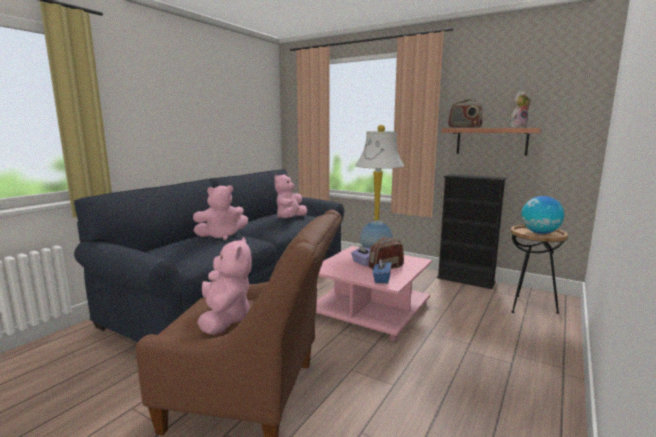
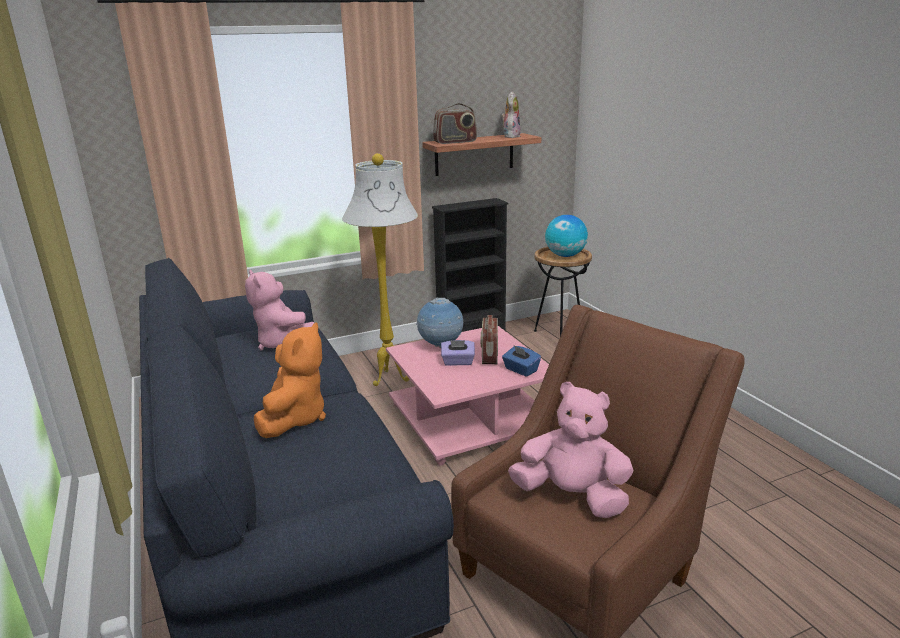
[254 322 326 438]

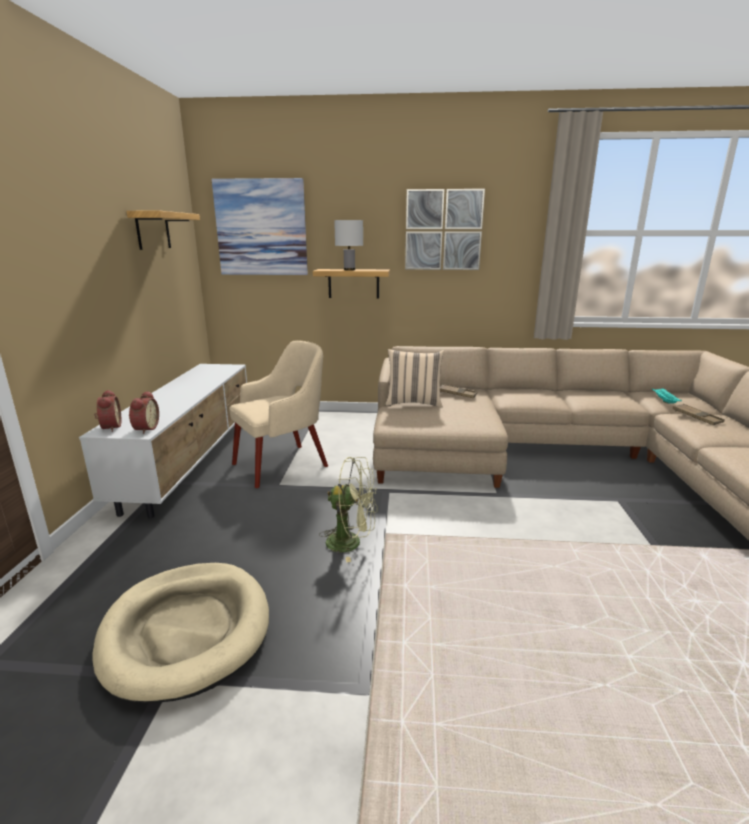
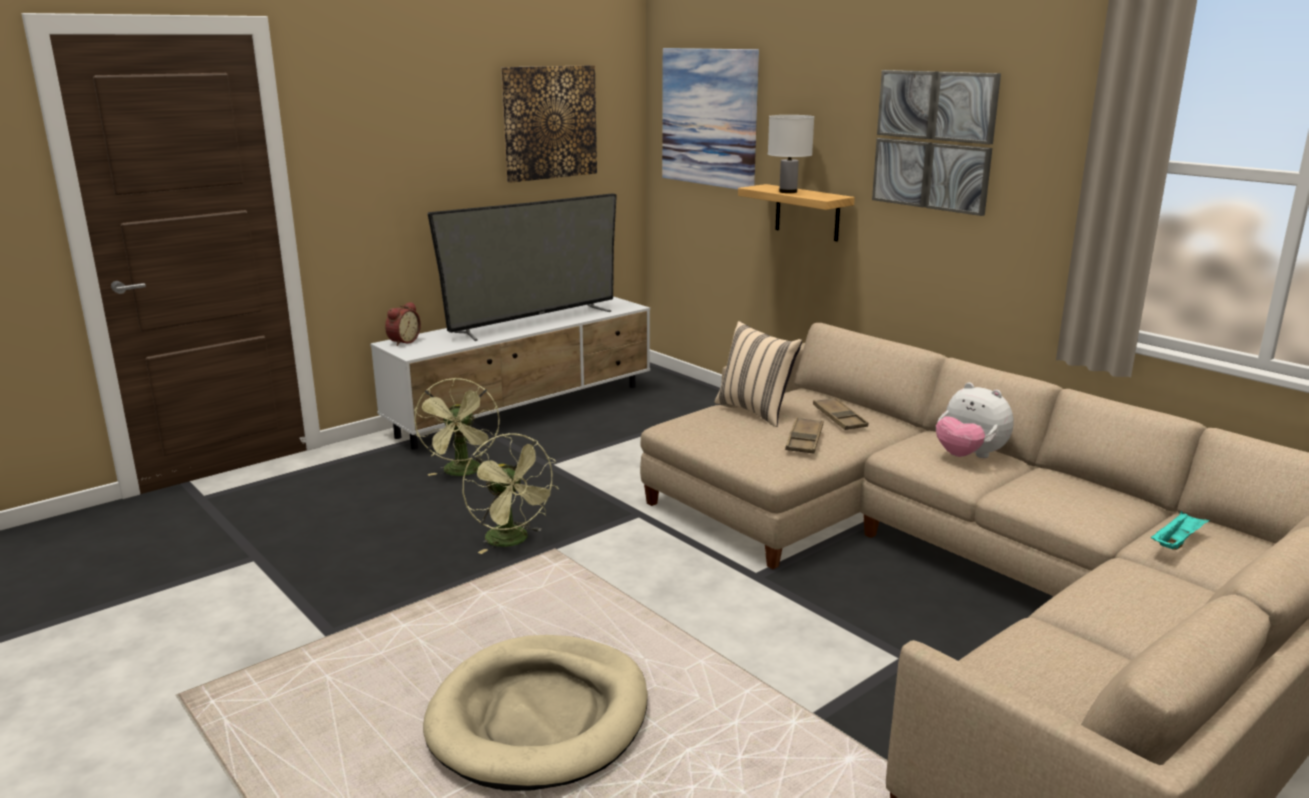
[414 378 500 476]
[423 635 648 791]
[427 193 617 341]
[501 65 597 183]
[785 417 823 454]
[936 382 1014 458]
[129 391 159 434] (first image)
[229 340 328 488] (first image)

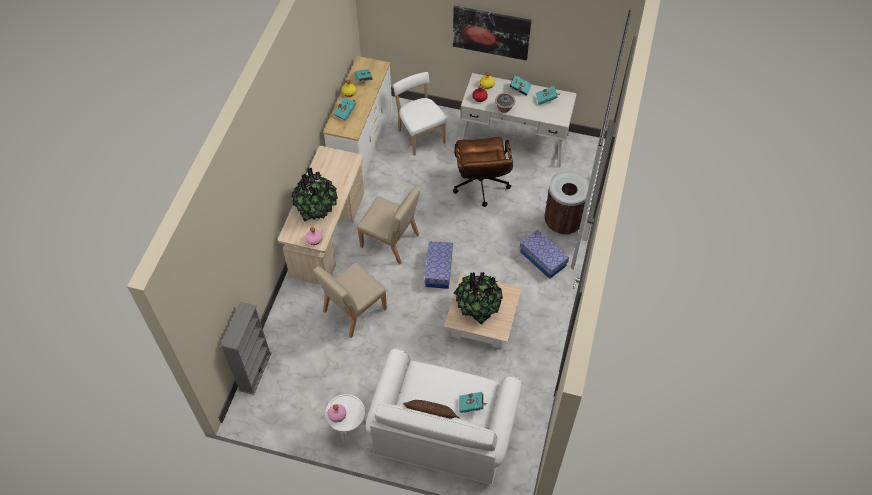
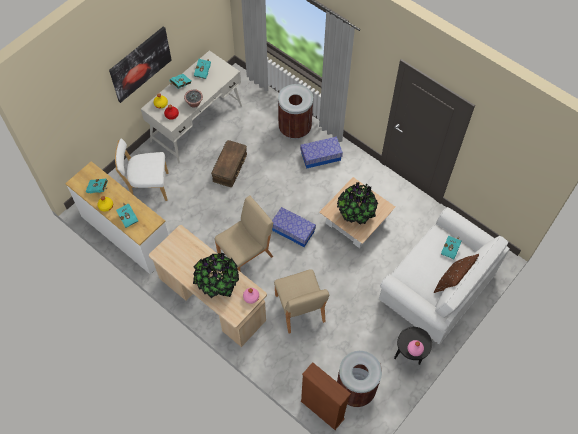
[211 140 247 187]
[301 362 351 430]
[337 351 382 407]
[394 327 432 365]

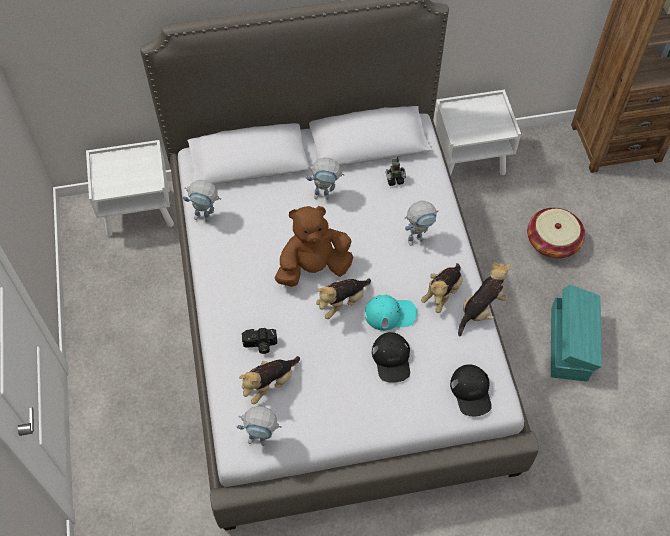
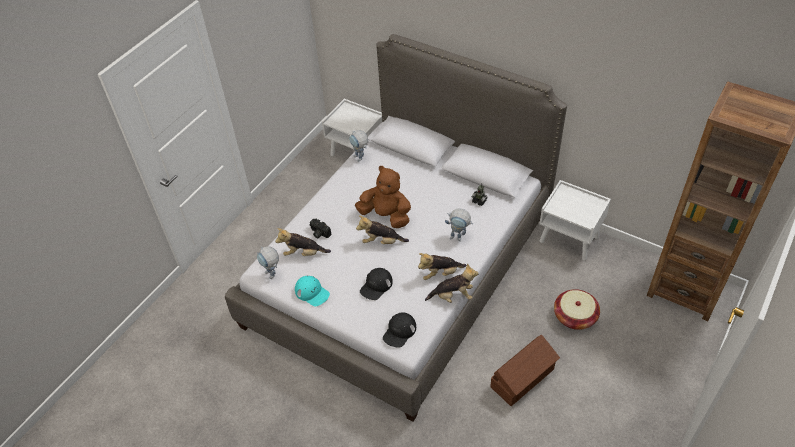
[295 276 330 306]
[490 335 560 406]
[306 158 344 200] (first image)

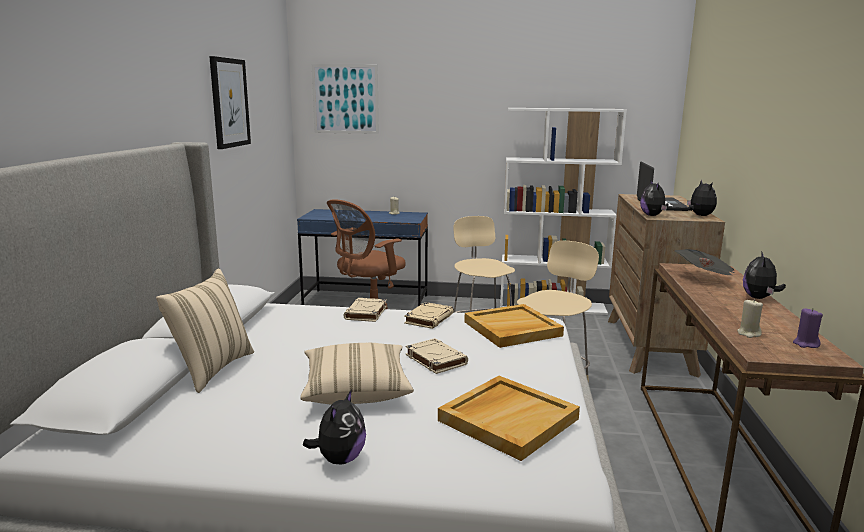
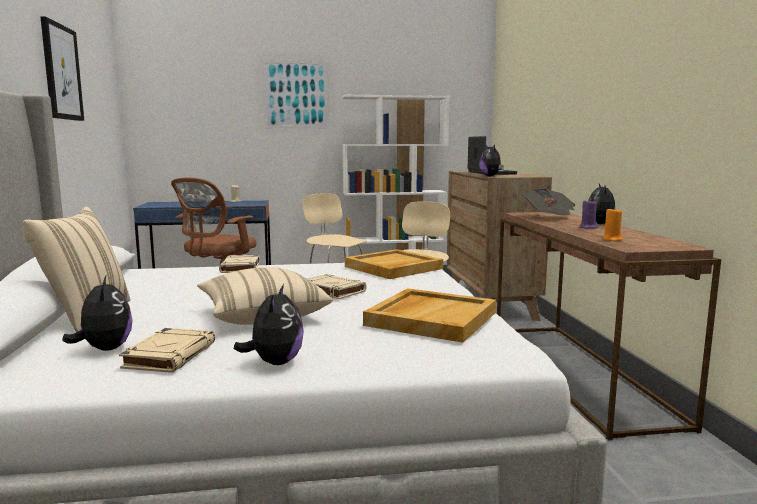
[63 276 133 351]
[119 328 215 373]
[262 60 330 128]
[580 199 598 229]
[602 209 623 241]

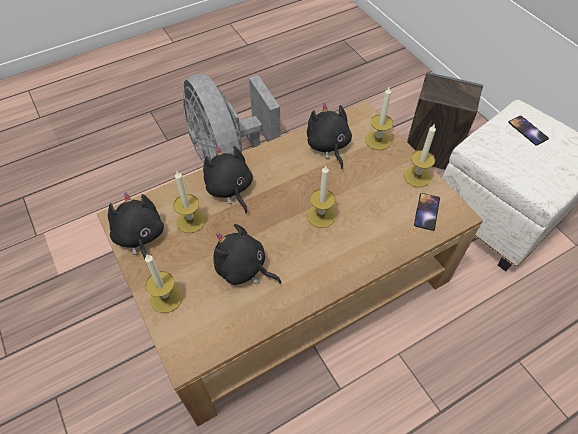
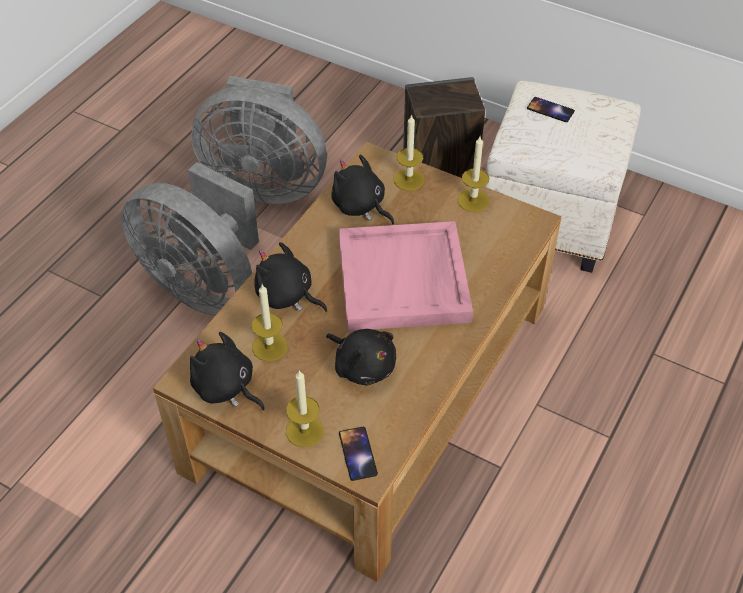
[191 76 327 205]
[326 329 396 385]
[339 221 473 331]
[339 427 378 481]

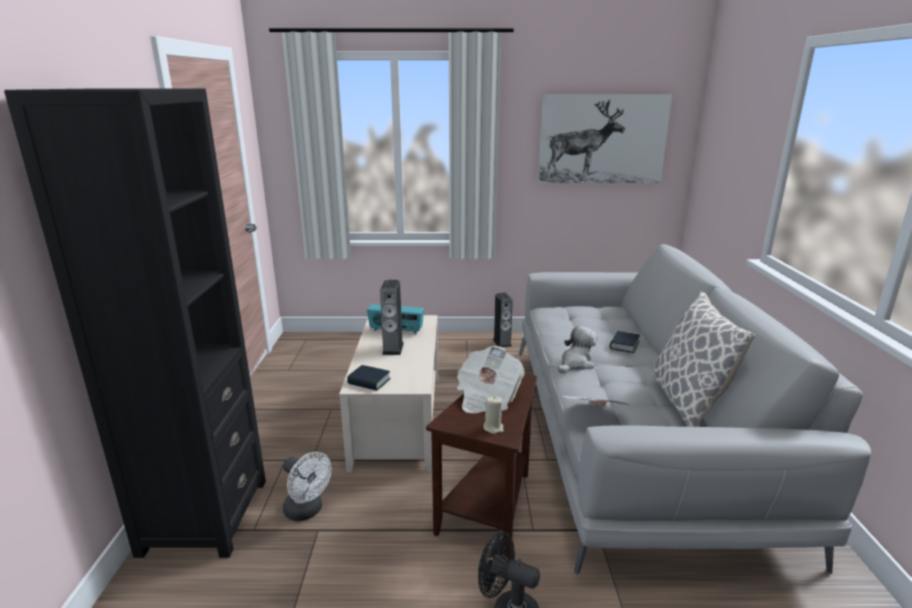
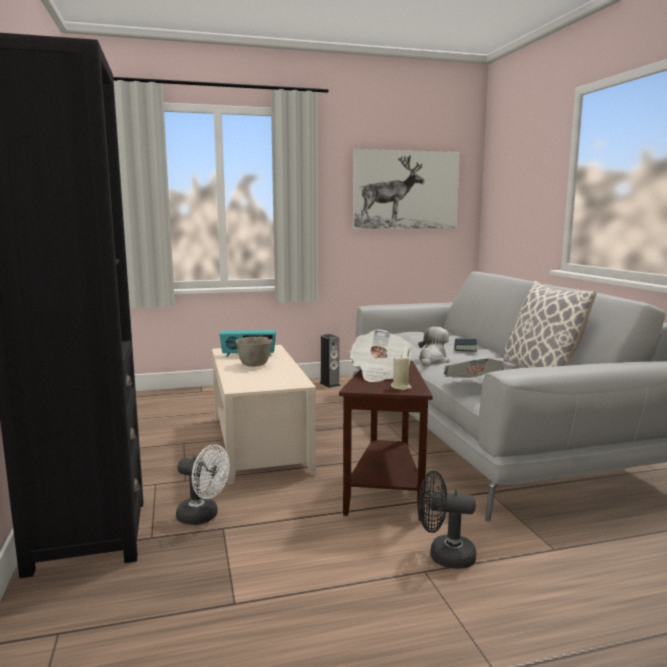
[236 337 272 367]
[347 365 391 391] (first image)

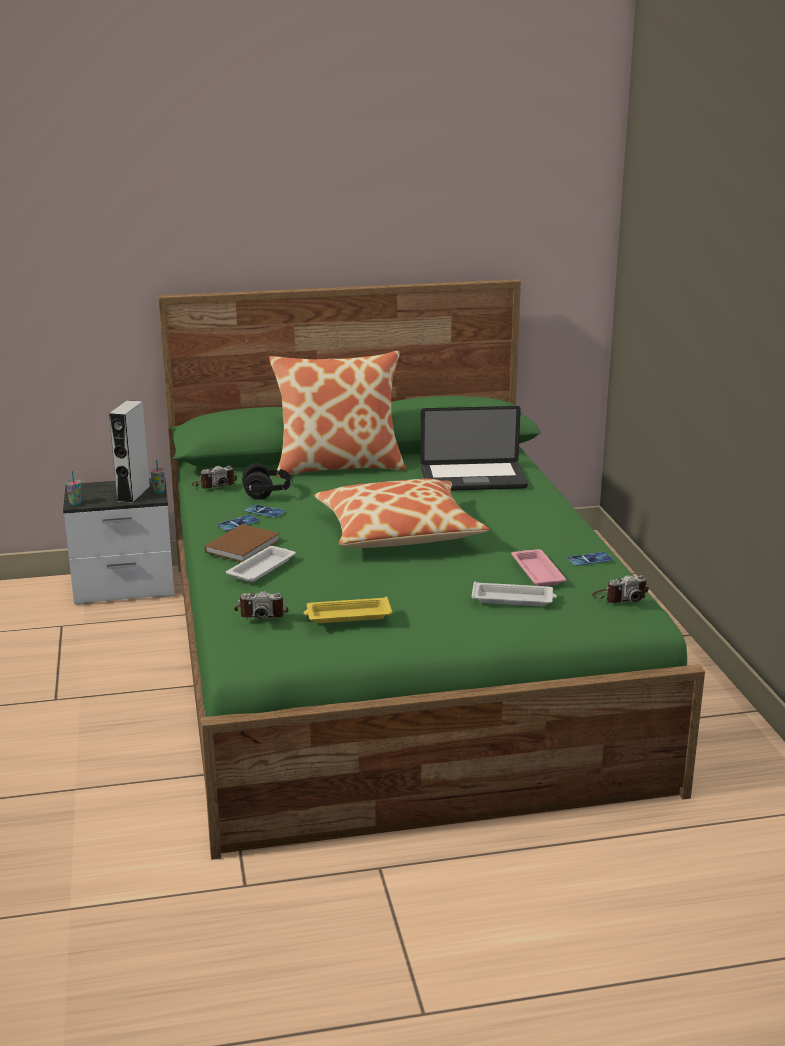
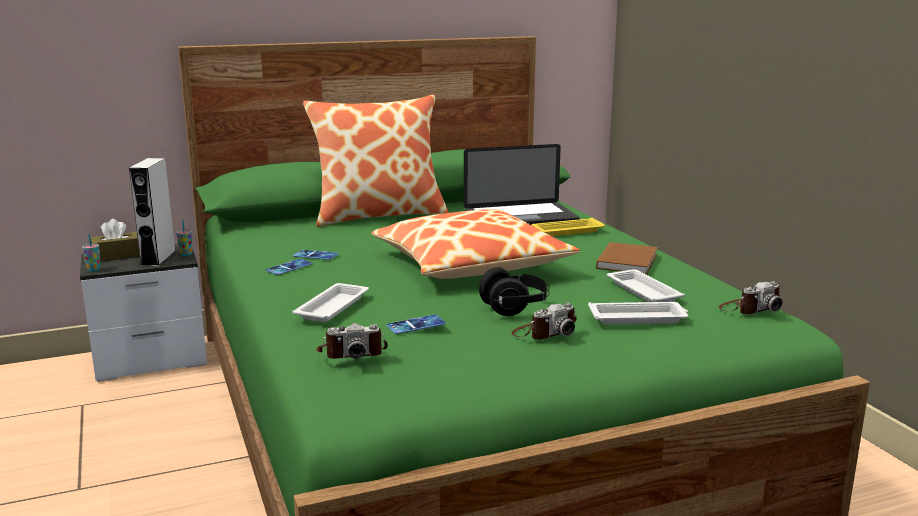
[91 219 140 261]
[387 314 446 334]
[479 267 550 316]
[511 303 577 340]
[532 217 605 236]
[596 242 658 275]
[607 269 685 302]

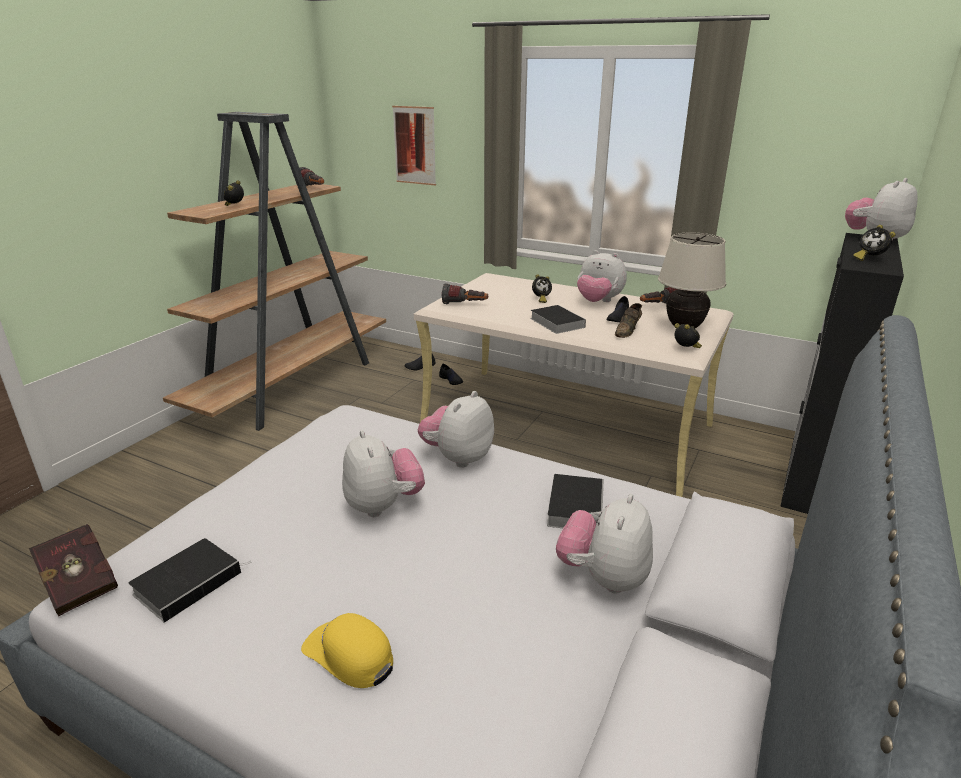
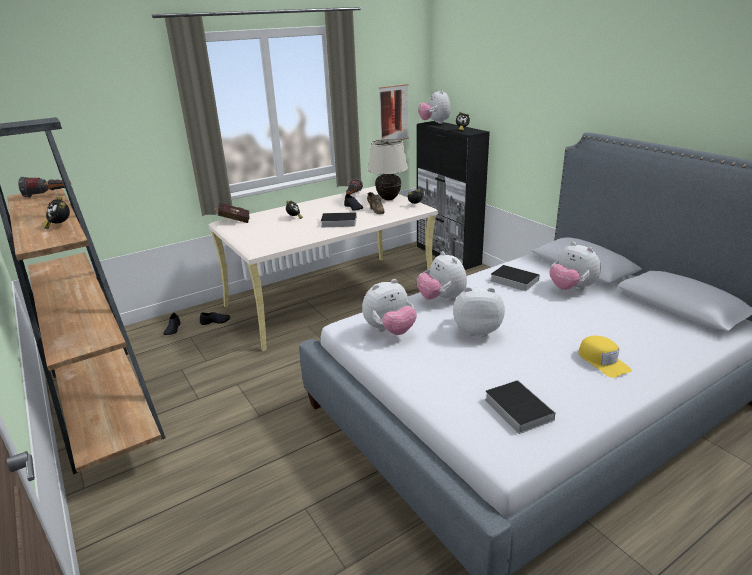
[212 203 250 223]
[362 279 417 335]
[378 84 409 140]
[578 336 632 378]
[442 283 488 304] (first image)

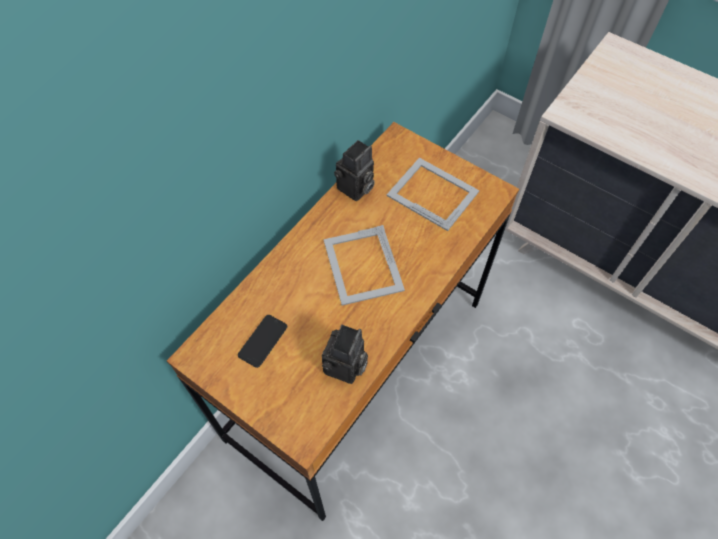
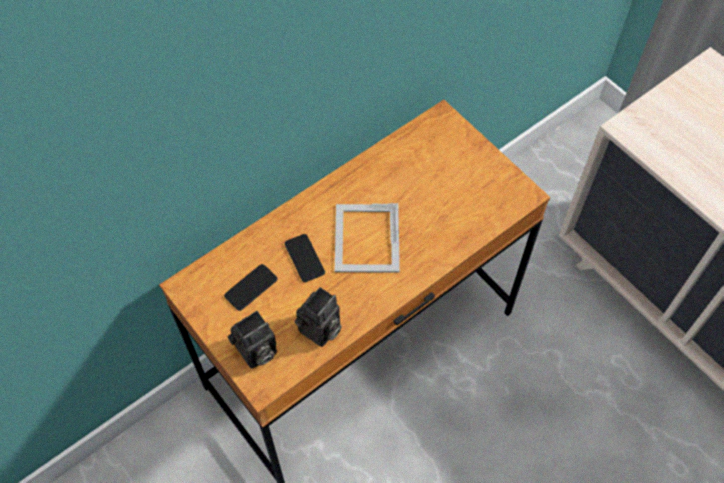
[227 311 277 369]
[285 234 325 282]
[387 158 479 231] (first image)

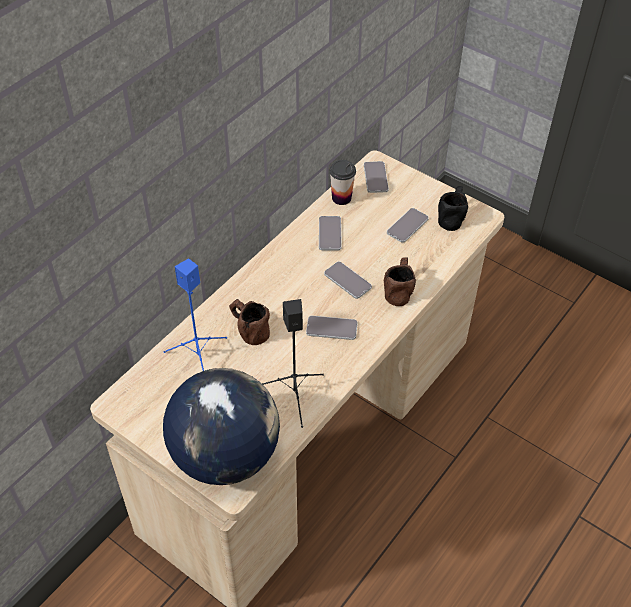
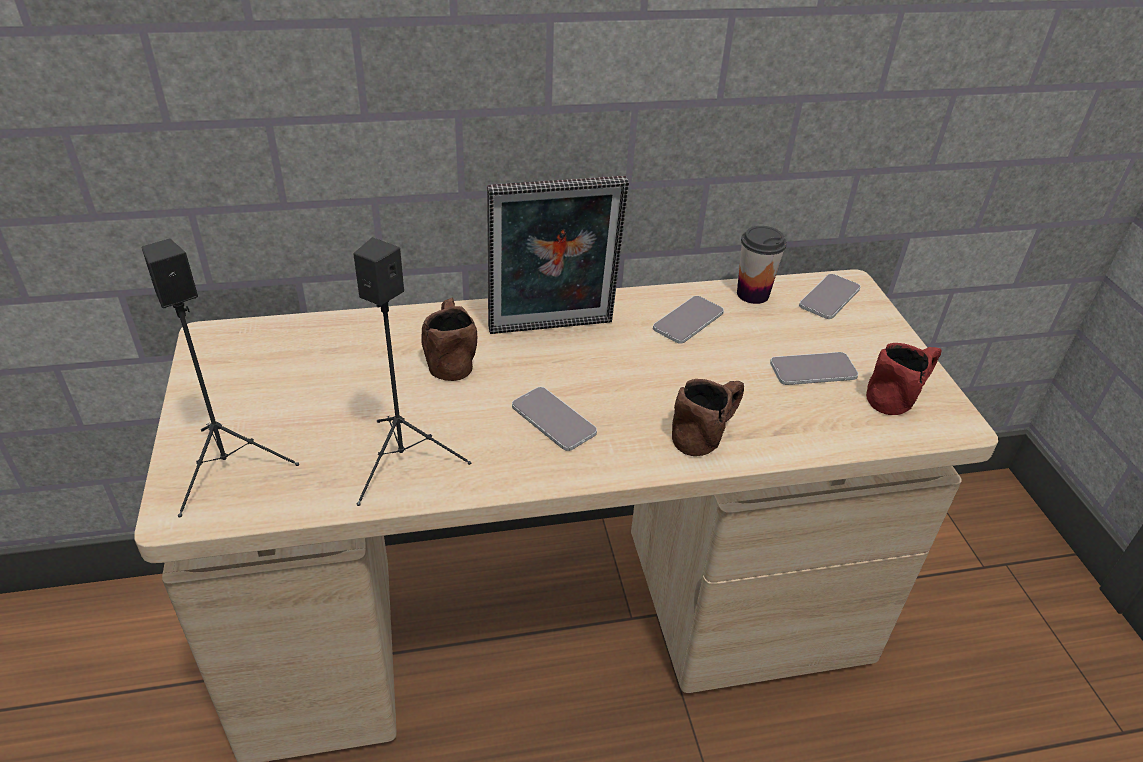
[142 238 299 517]
[487 176 629 334]
[866 343 942 415]
[163 258 227 371] (first image)
[324 262 372 299] (first image)

